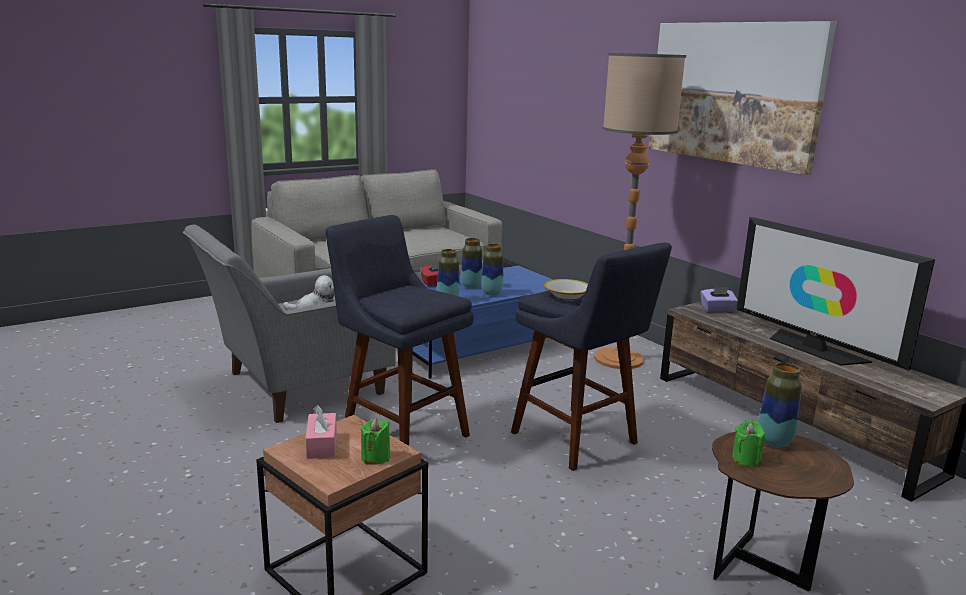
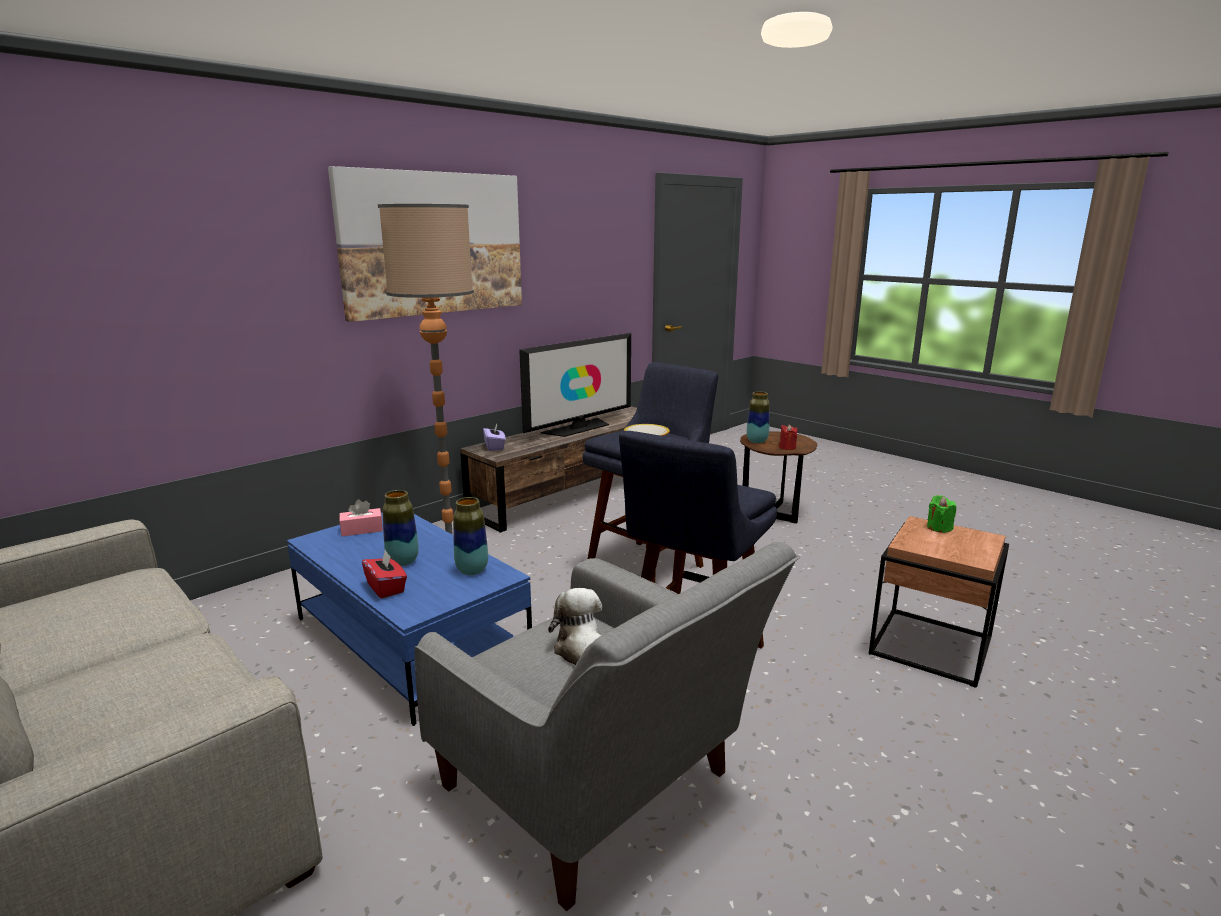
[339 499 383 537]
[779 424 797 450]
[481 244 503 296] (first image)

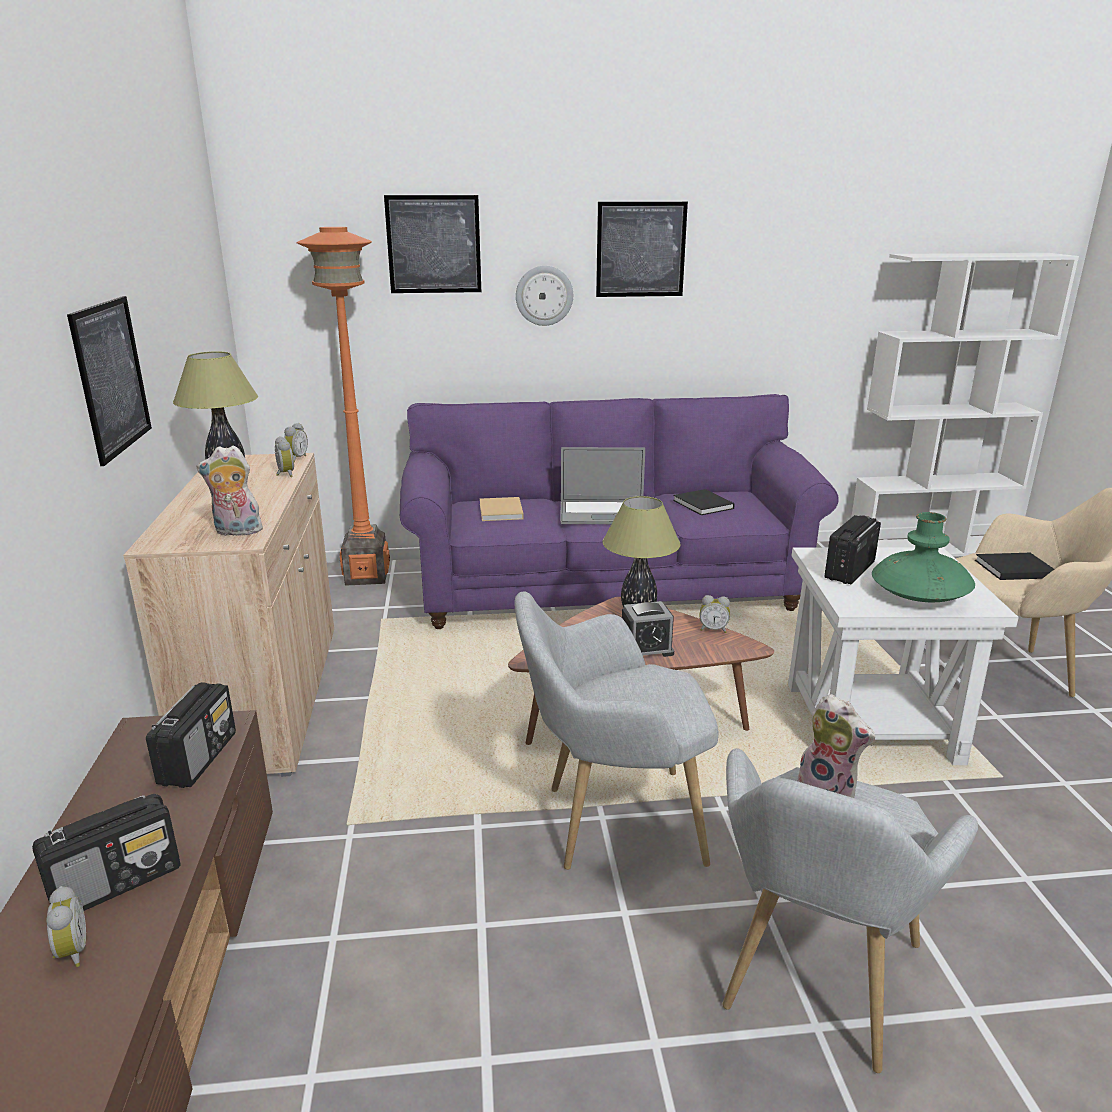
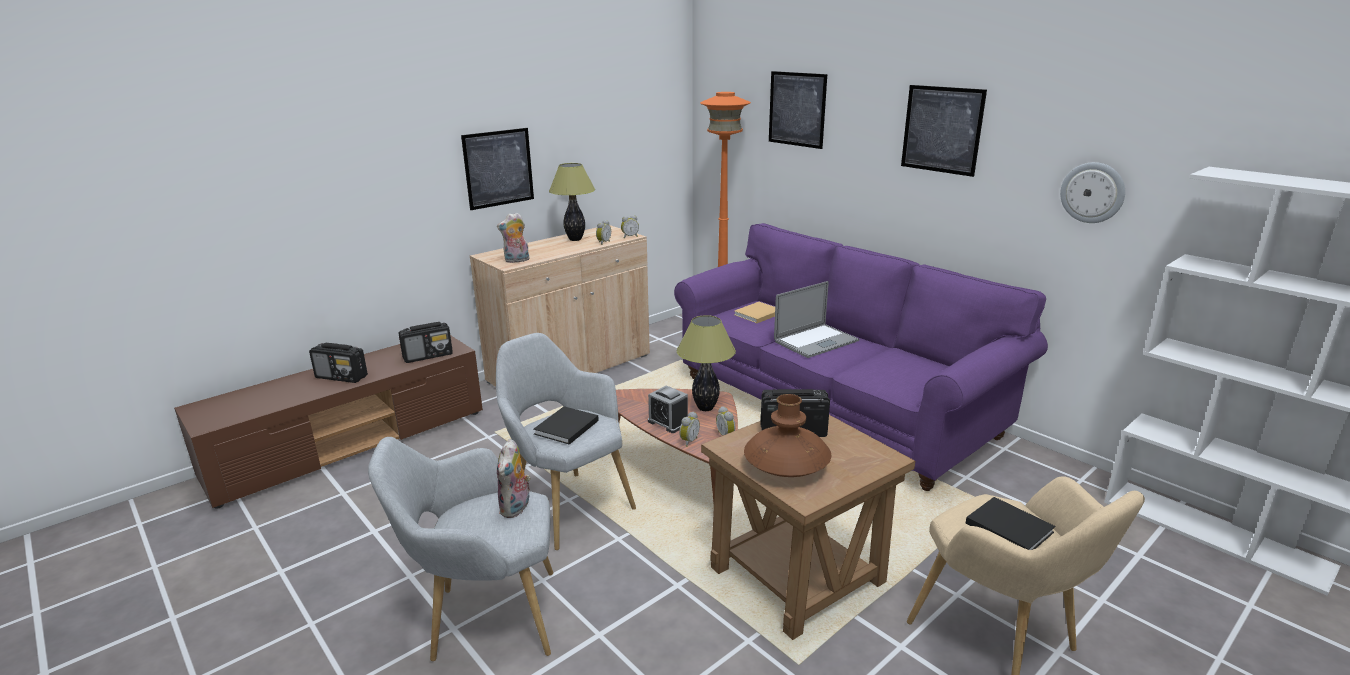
[497 213 530 263]
[534 406 599 445]
[679 411 700 447]
[701 415 915 640]
[744 394 831 477]
[774 281 859 358]
[1060 162 1125 223]

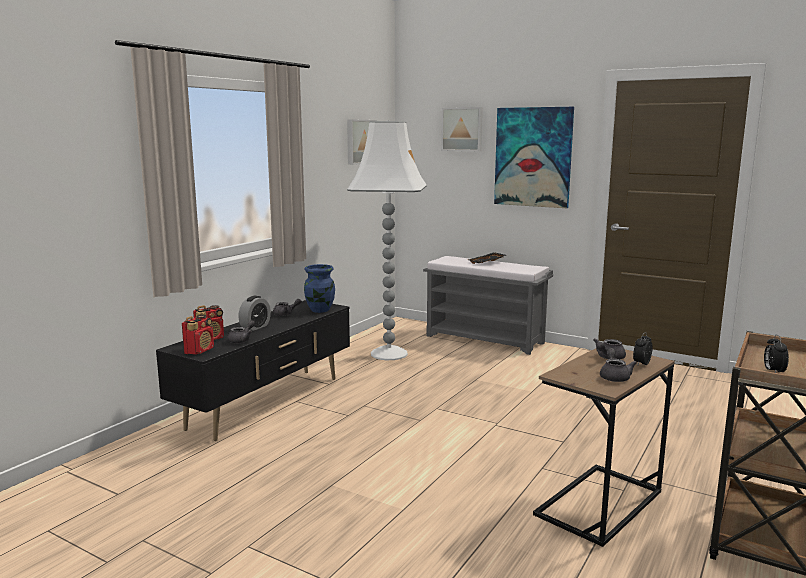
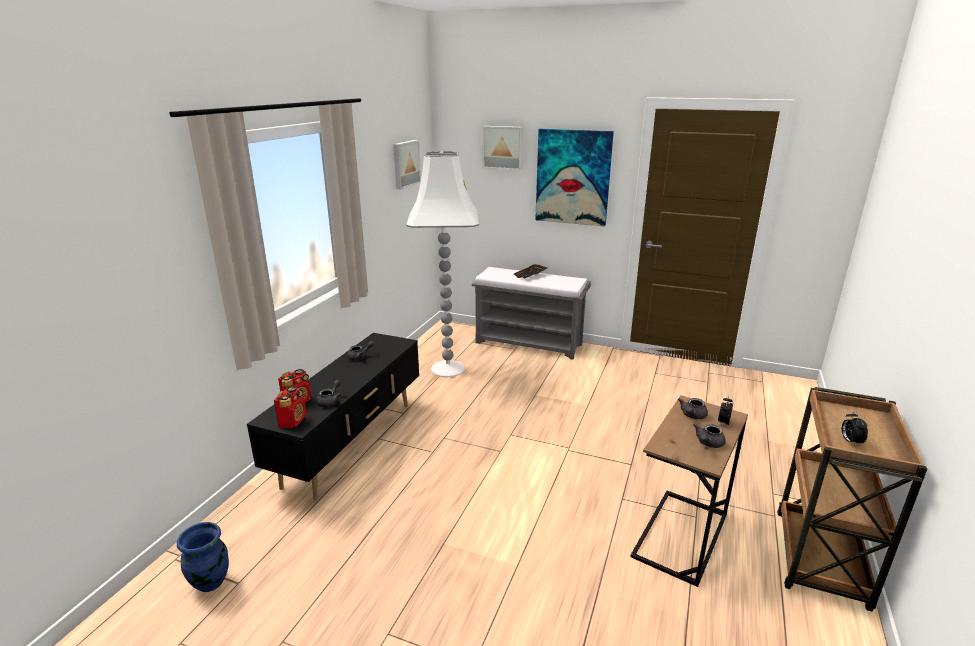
[177 522 229 592]
[693 424 726 448]
[238 296 271 331] (first image)

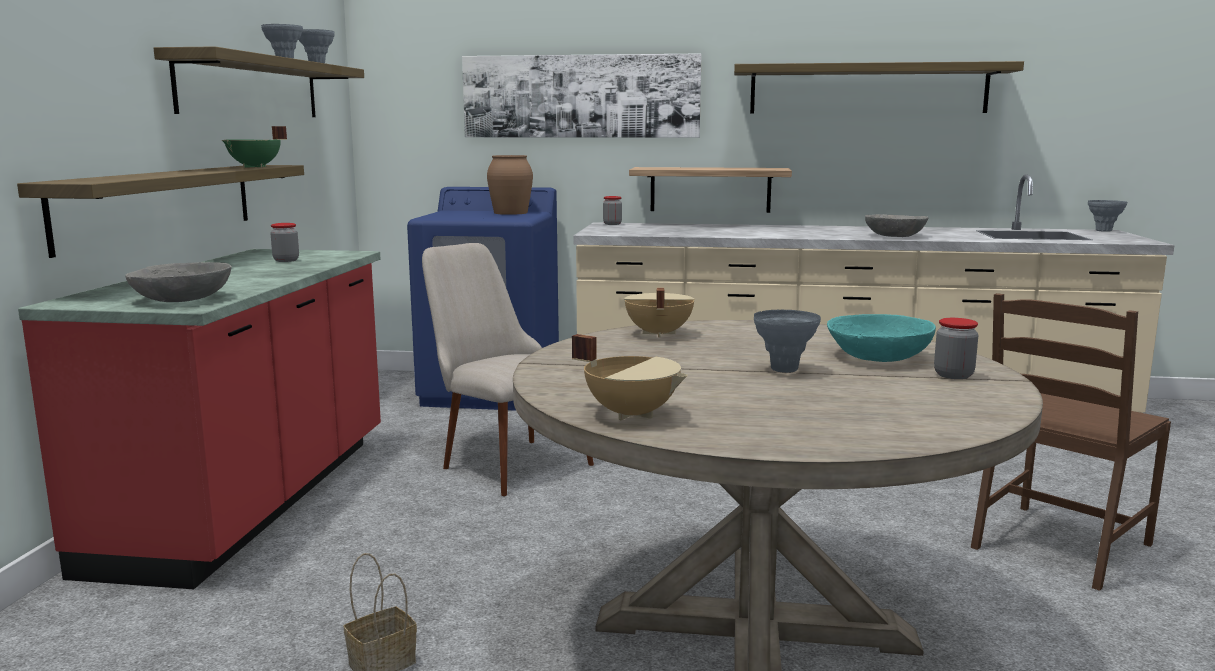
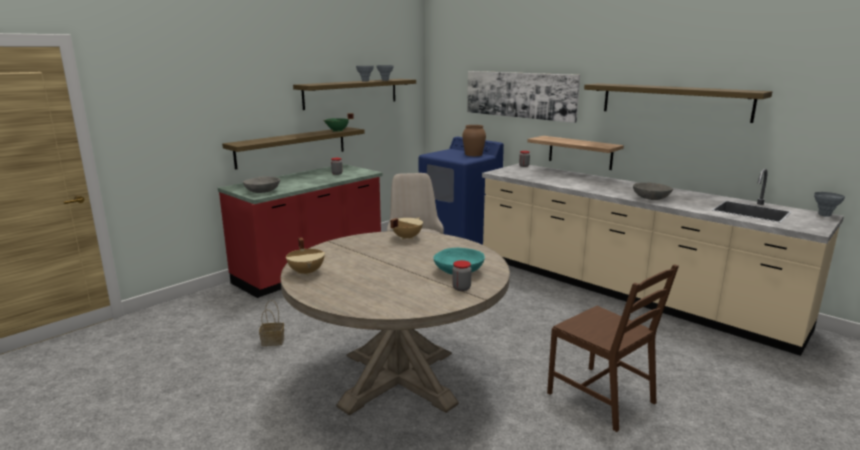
[547 264 679 432]
[754 310 821 373] (first image)

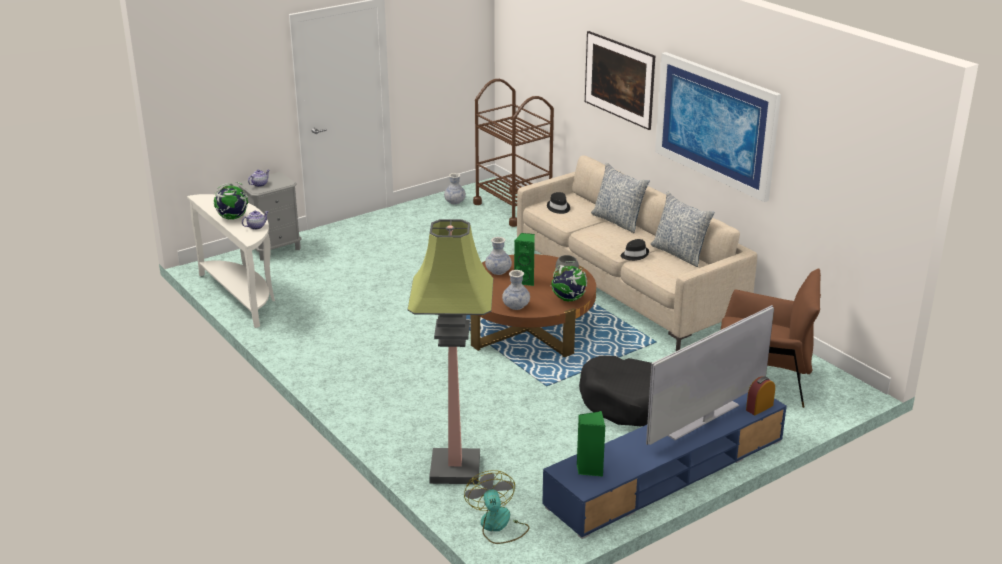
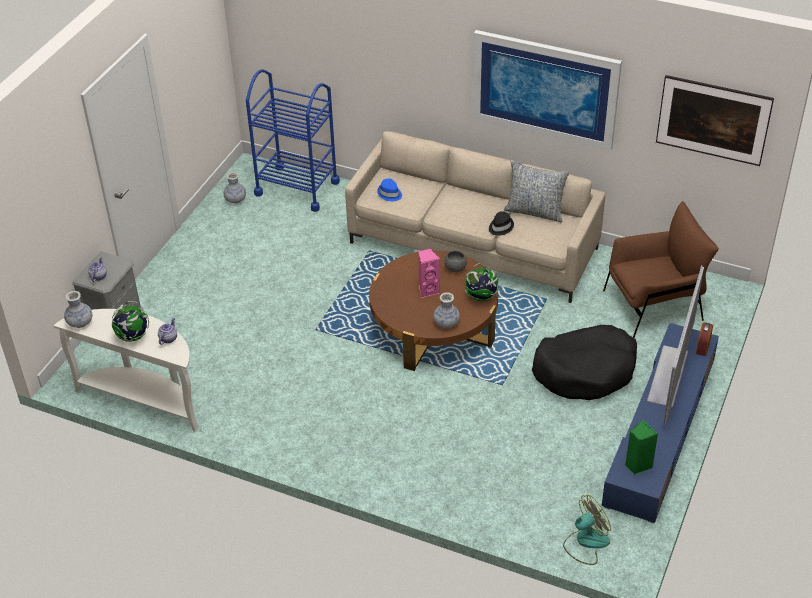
[64 291 92 328]
[246 69 340 212]
[377 178 402 201]
[418 248 440 298]
[563 495 611 565]
[656 75 774 166]
[407 219 493 484] (first image)
[591 163 650 233] (first image)

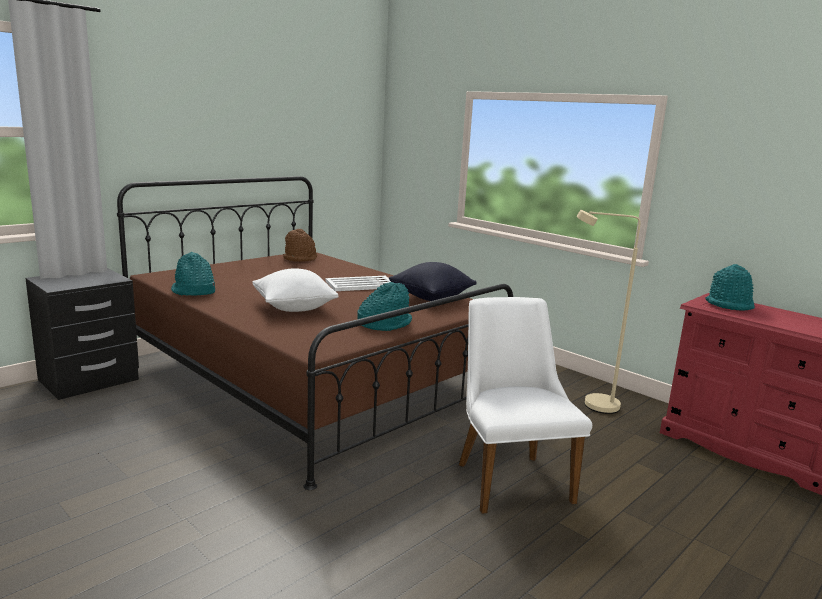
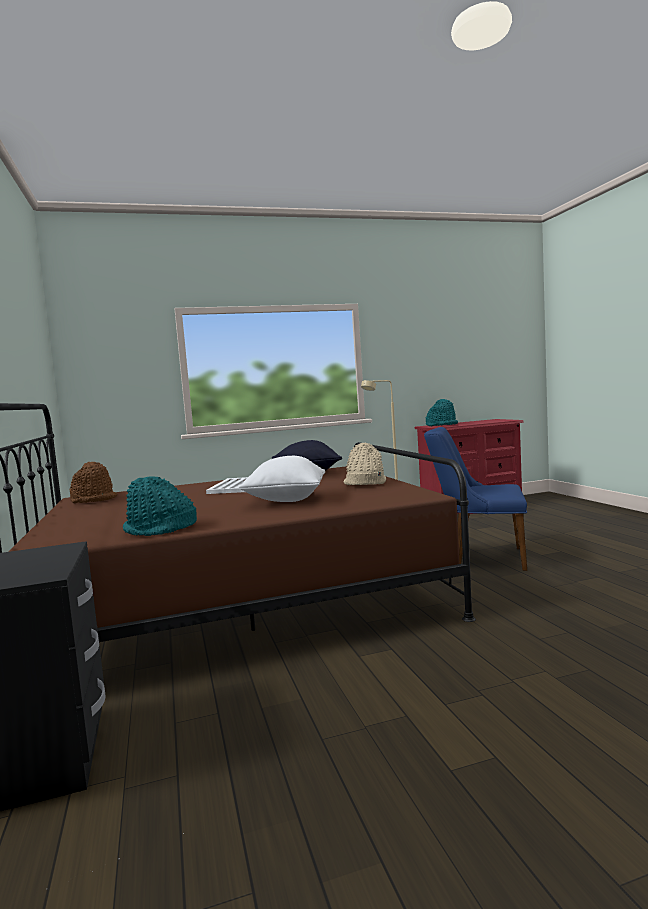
[343 443 386 485]
[424 427 527 571]

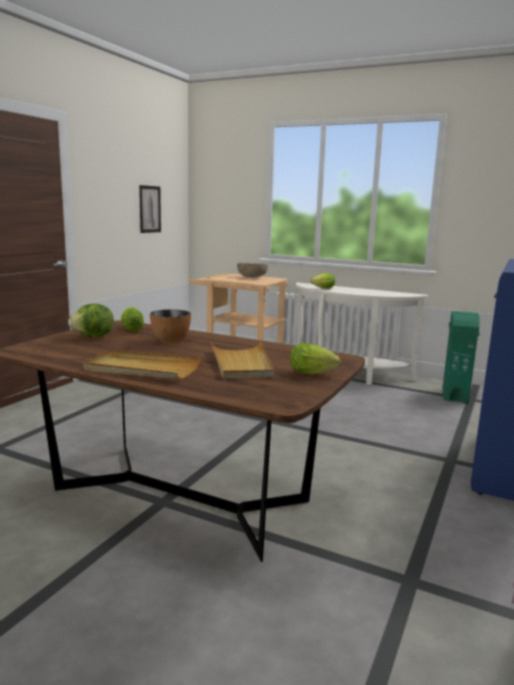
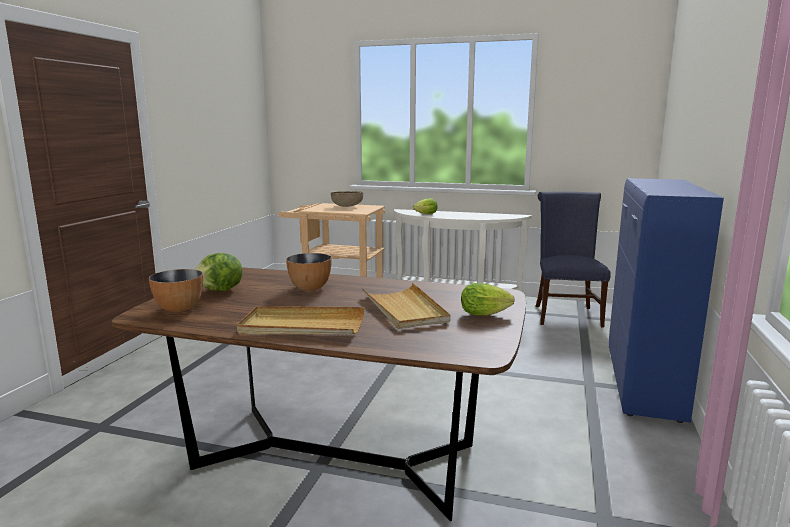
[149 269 203 312]
[536 191 611 328]
[121 307 144 332] (first image)
[139 185 161 233] (first image)

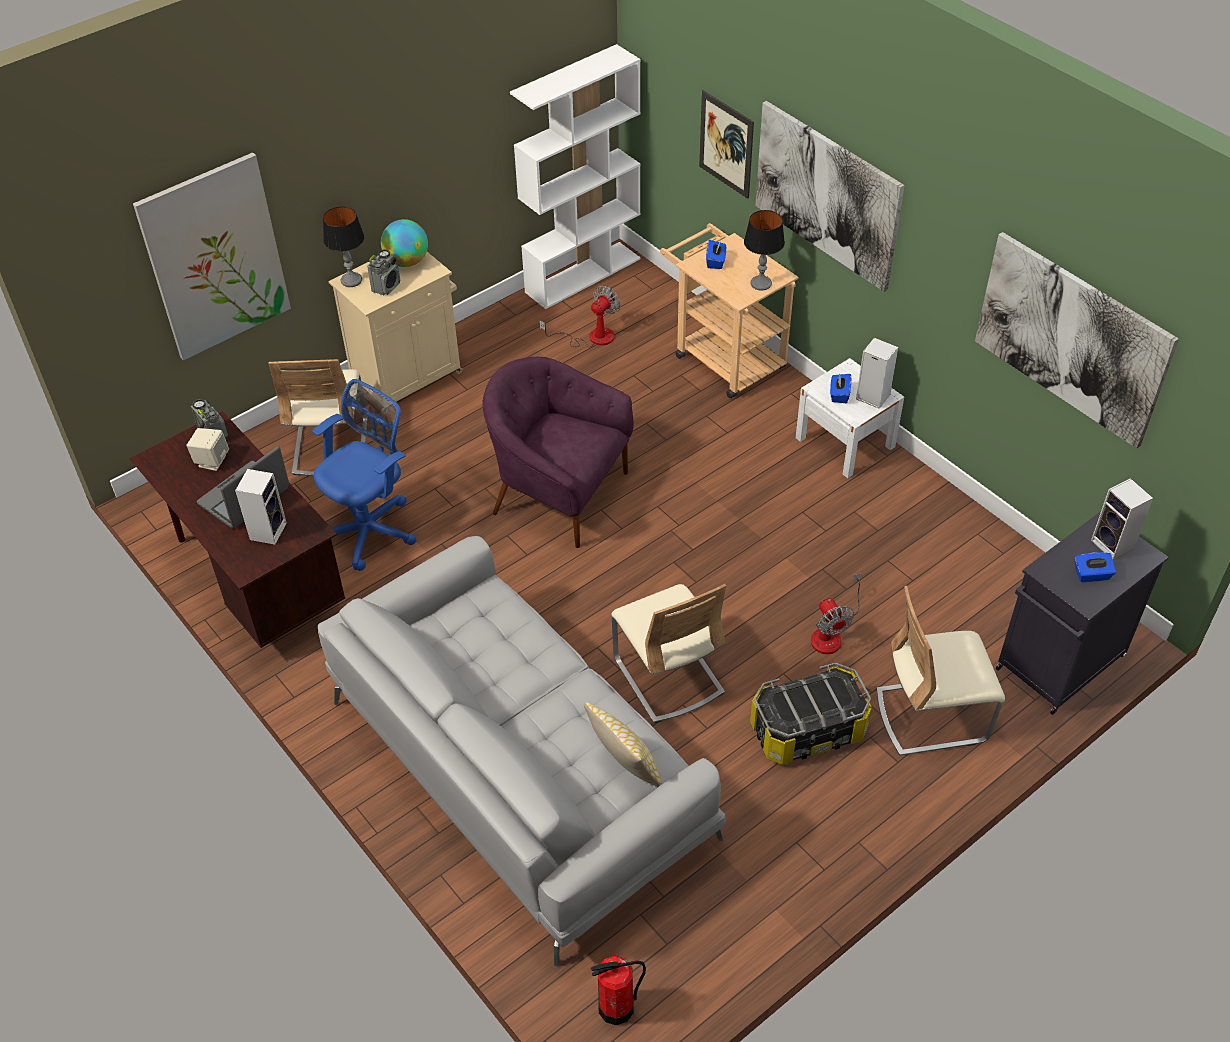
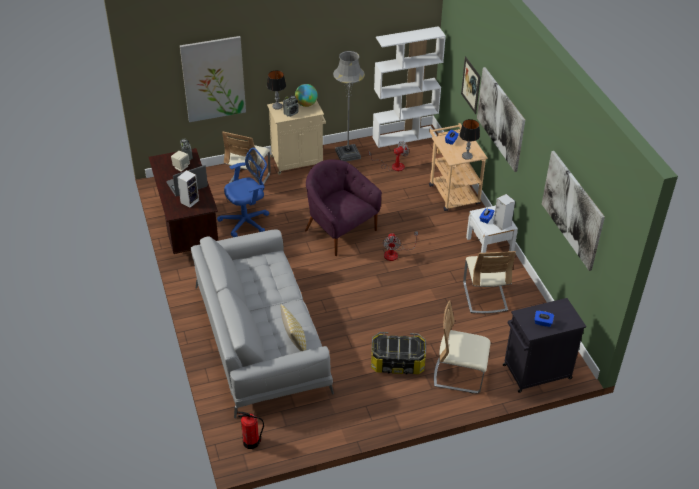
[333 51 365 162]
[383 231 418 261]
[463 251 516 313]
[1091 478 1153 560] (first image)

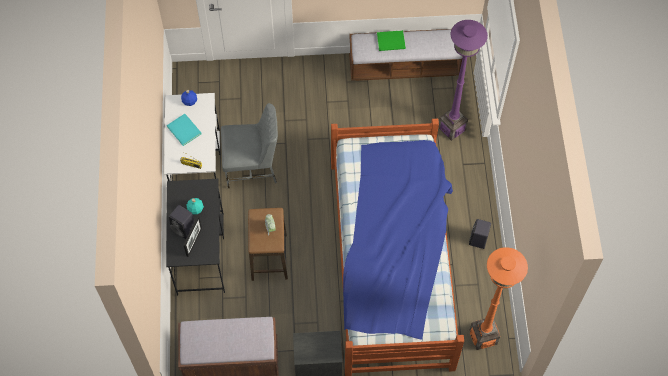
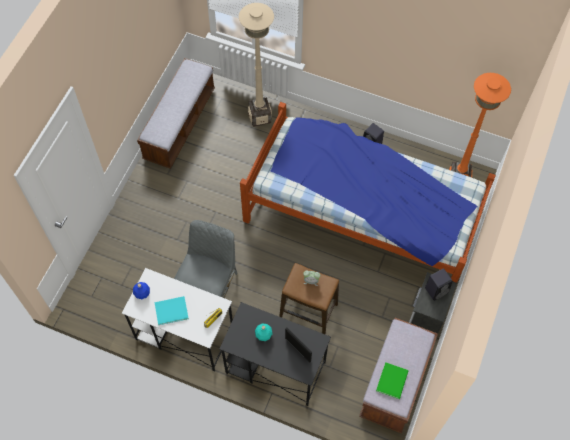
[239 3 274 127]
[376 362 409 399]
[425 268 452 301]

